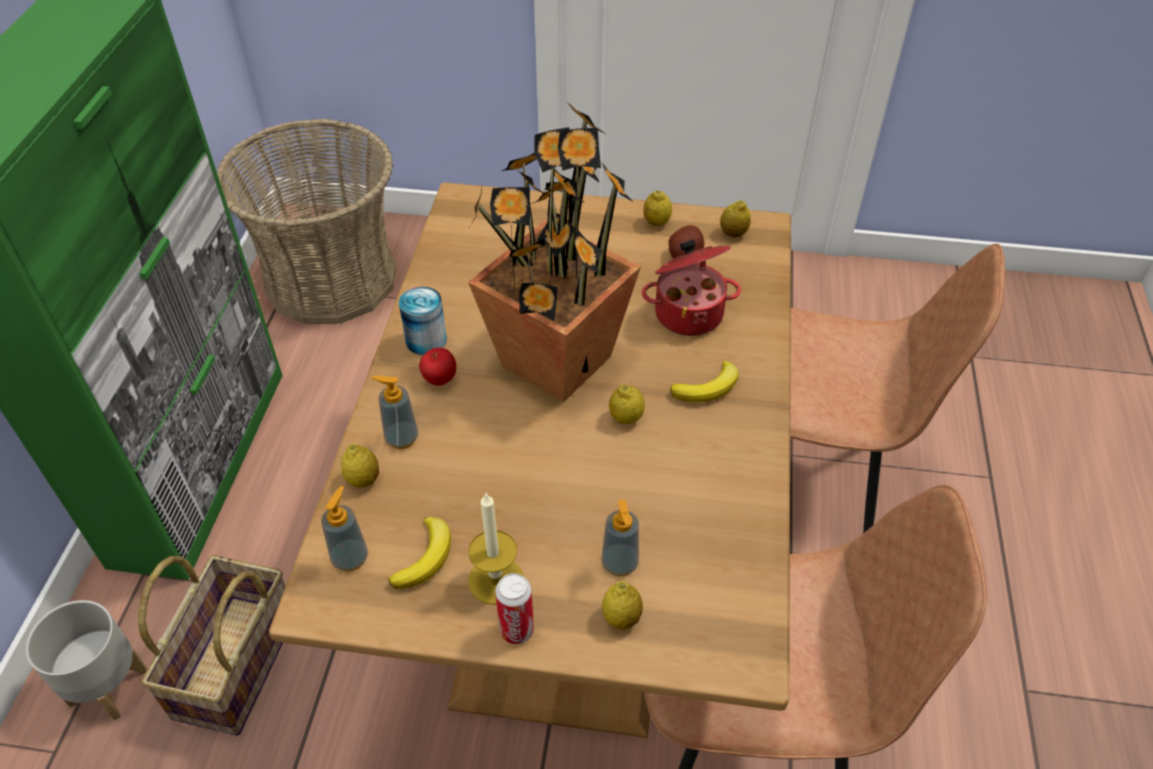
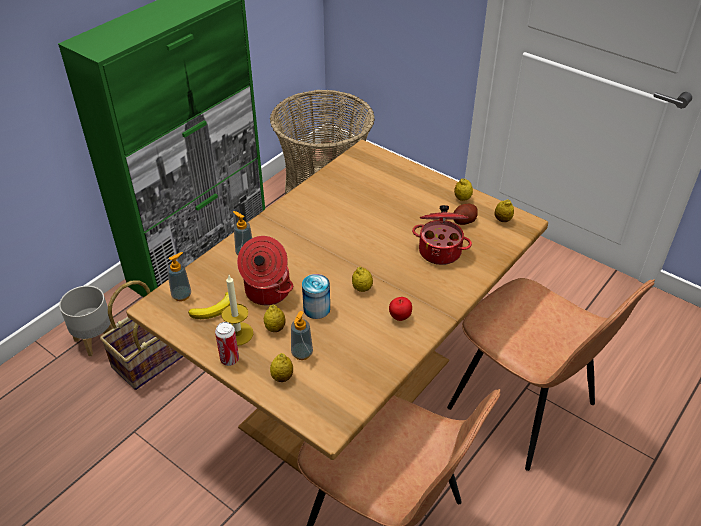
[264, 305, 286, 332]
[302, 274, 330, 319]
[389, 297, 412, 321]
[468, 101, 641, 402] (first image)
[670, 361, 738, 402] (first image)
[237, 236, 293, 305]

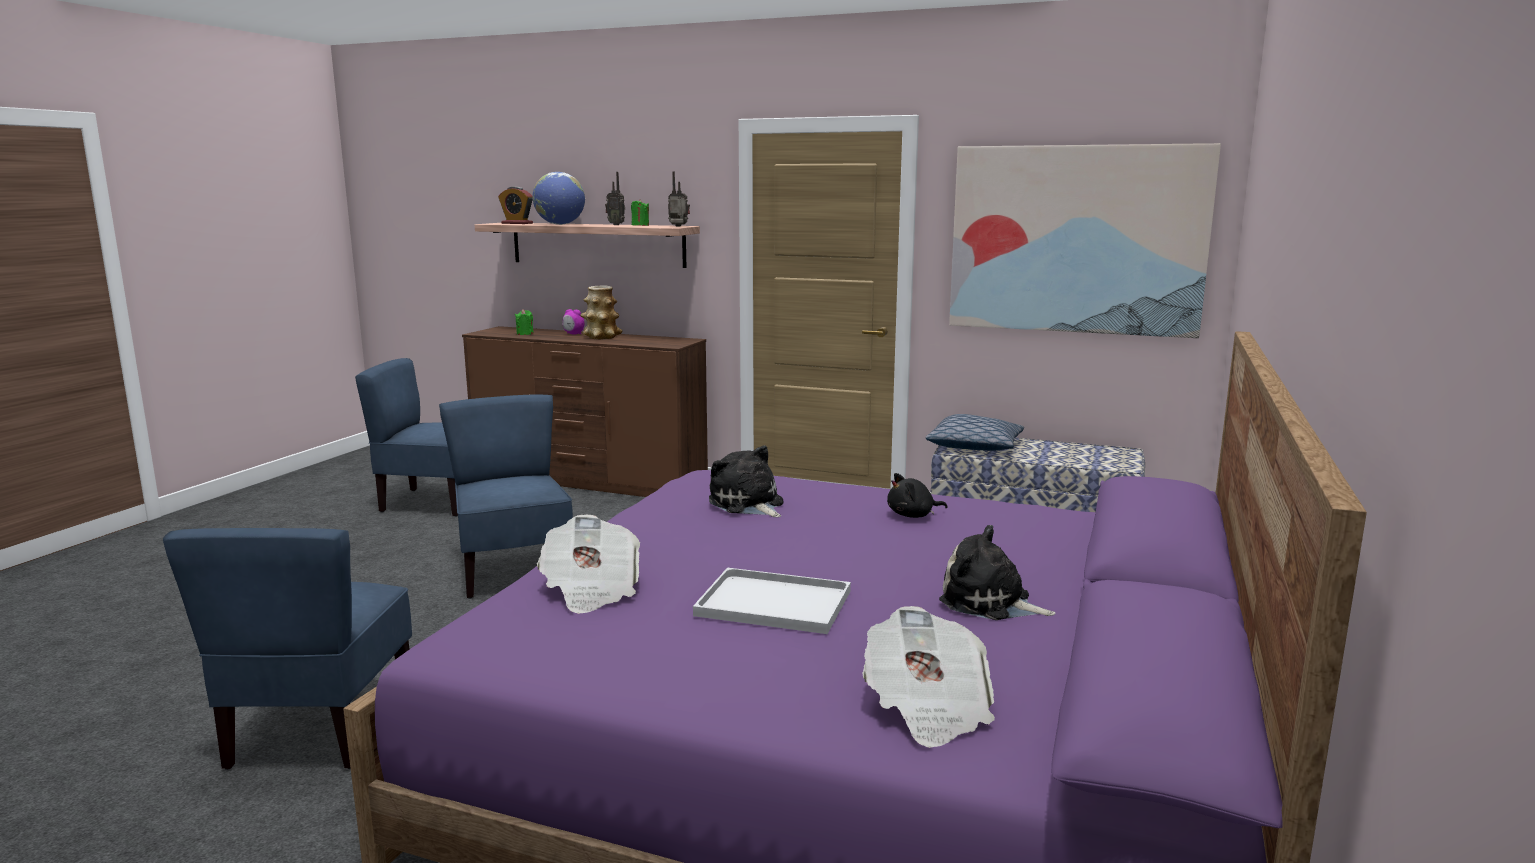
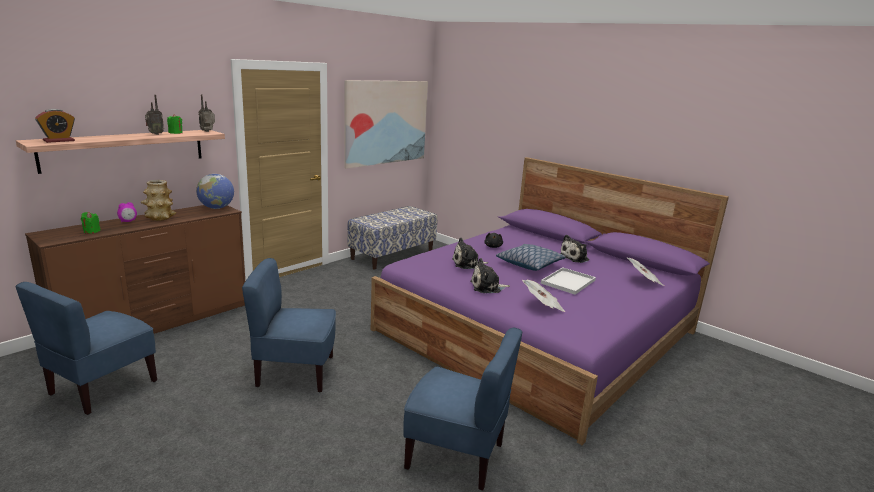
[196, 174, 234, 209]
[496, 244, 566, 271]
[470, 258, 510, 293]

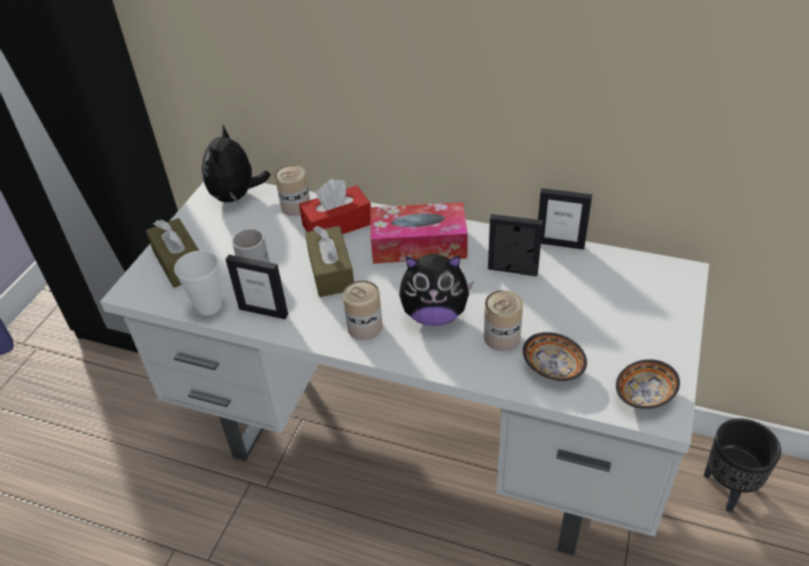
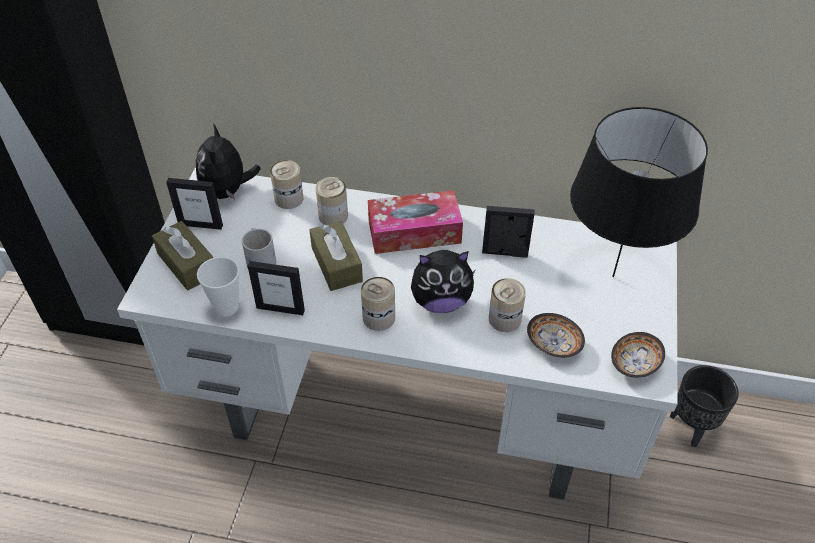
[316, 177, 348, 225]
[166, 178, 223, 230]
[570, 107, 708, 277]

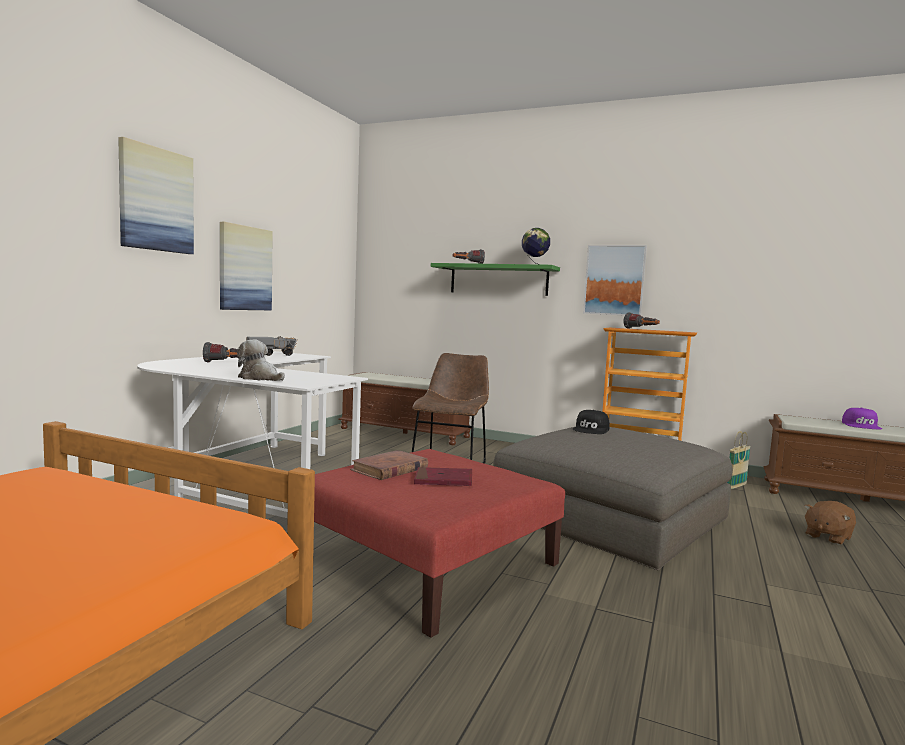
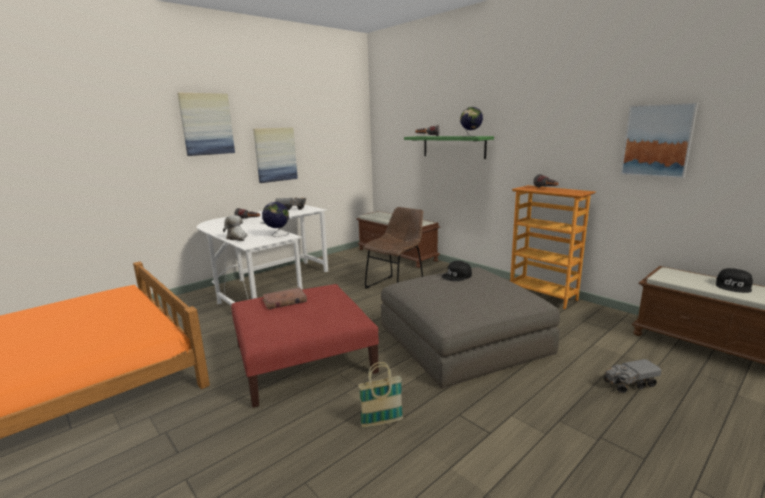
[414, 467, 472, 486] (first image)
[620, 103, 698, 178]
[358, 362, 403, 427]
[604, 359, 662, 393]
[716, 268, 753, 293]
[262, 202, 289, 237]

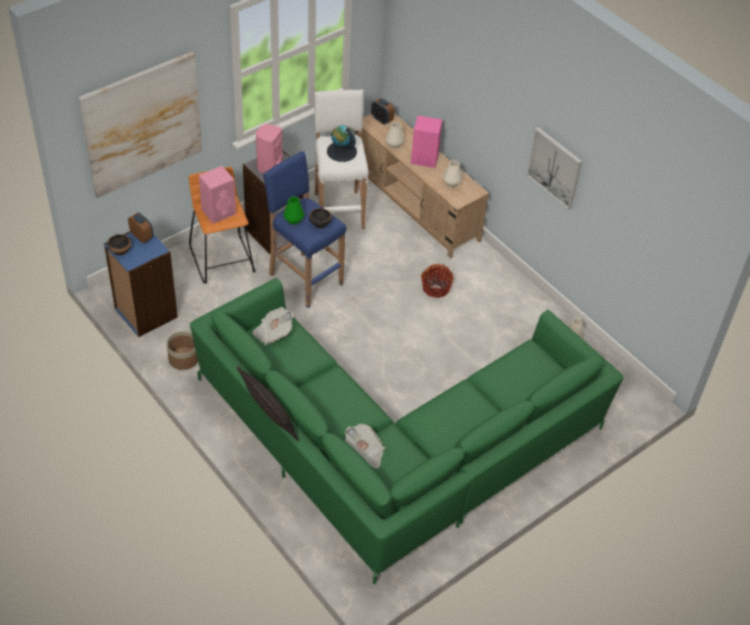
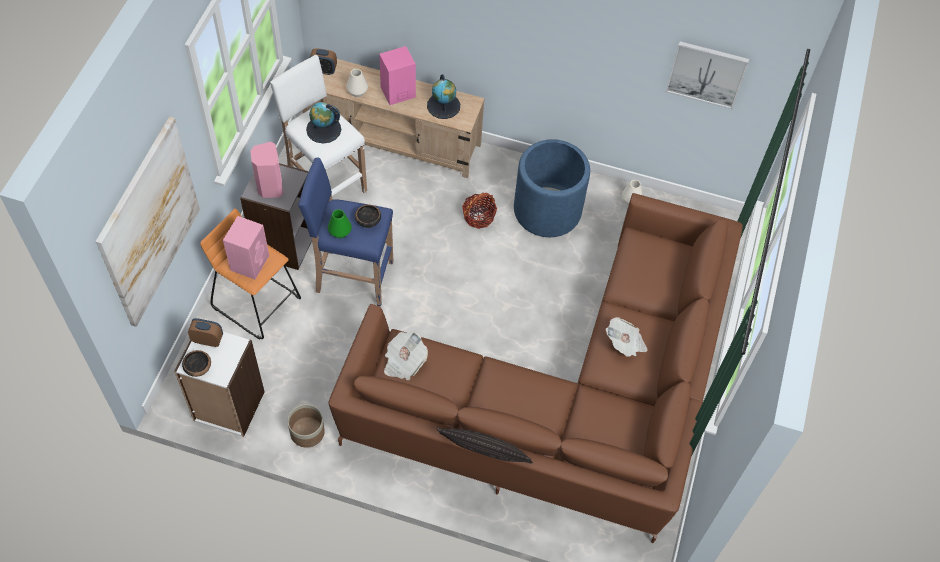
[174, 332, 265, 437]
[328, 193, 743, 543]
[606, 317, 648, 357]
[427, 74, 460, 119]
[666, 41, 749, 109]
[514, 139, 590, 237]

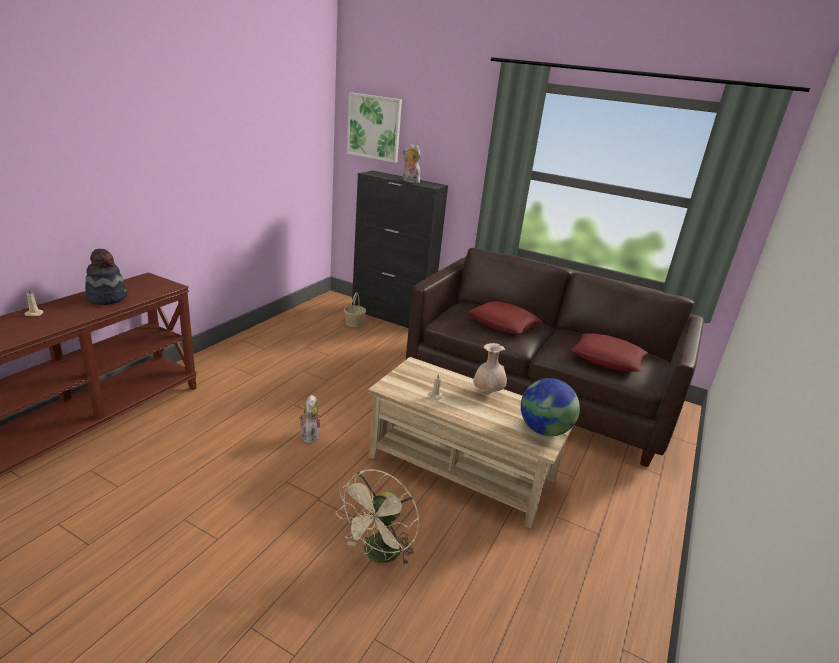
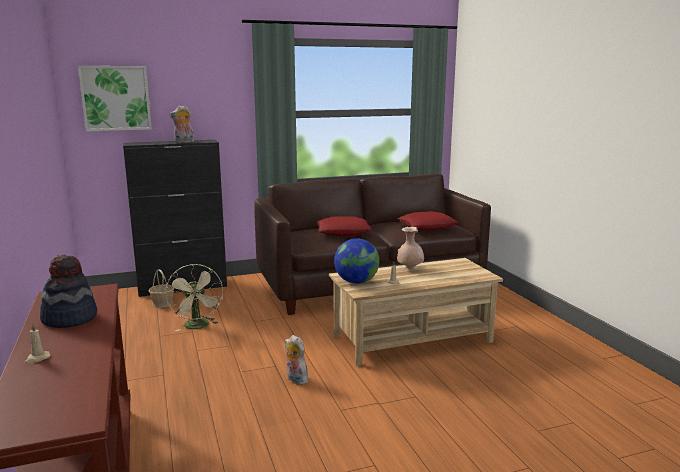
[165, 264, 223, 331]
[334, 238, 379, 284]

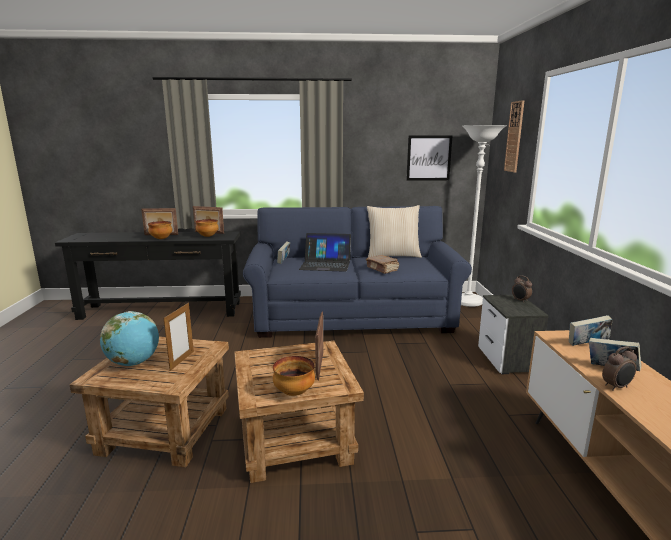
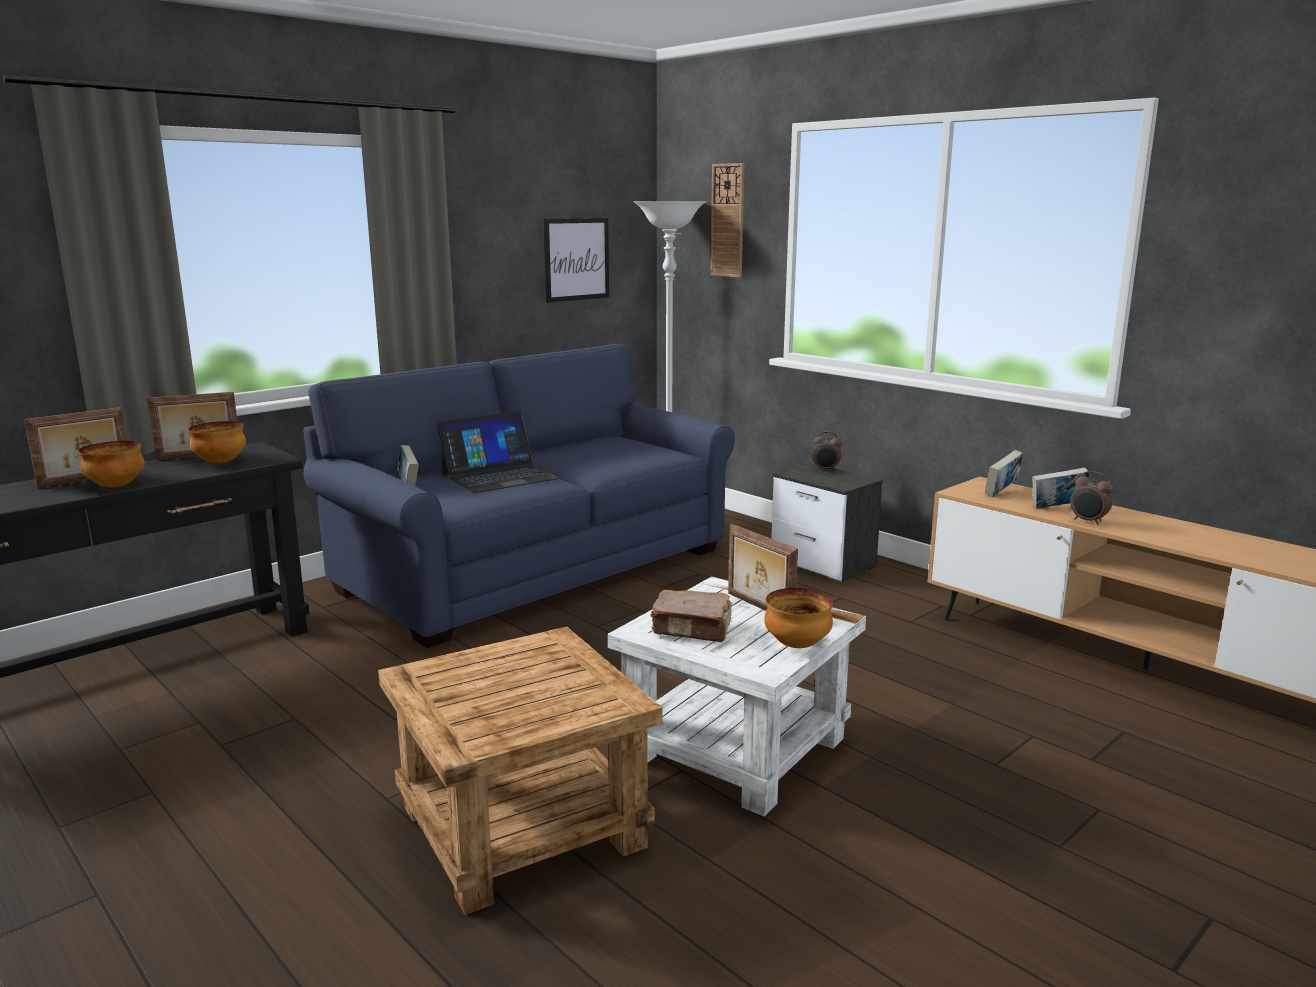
[100, 311, 159, 366] (first image)
[164, 303, 194, 371] (first image)
[608, 577, 866, 817]
[650, 590, 732, 642]
[367, 205, 422, 258] (first image)
[1070, 471, 1113, 525]

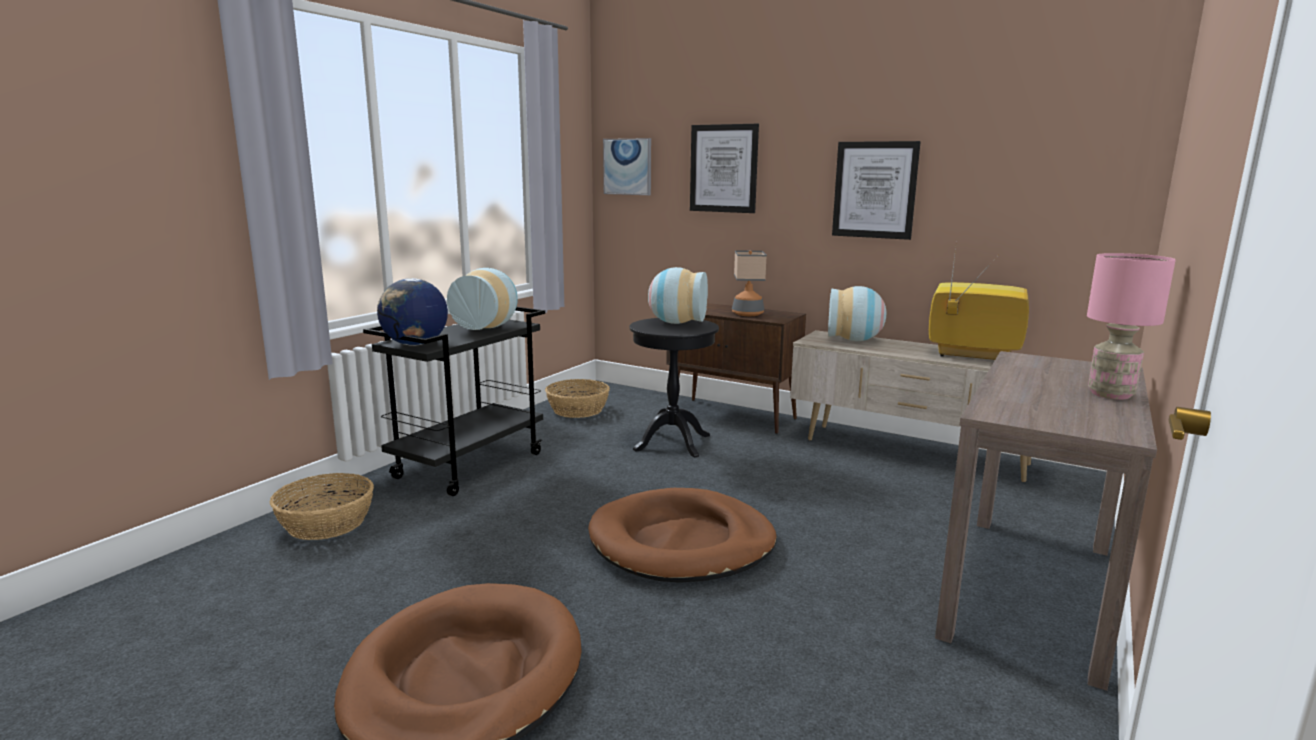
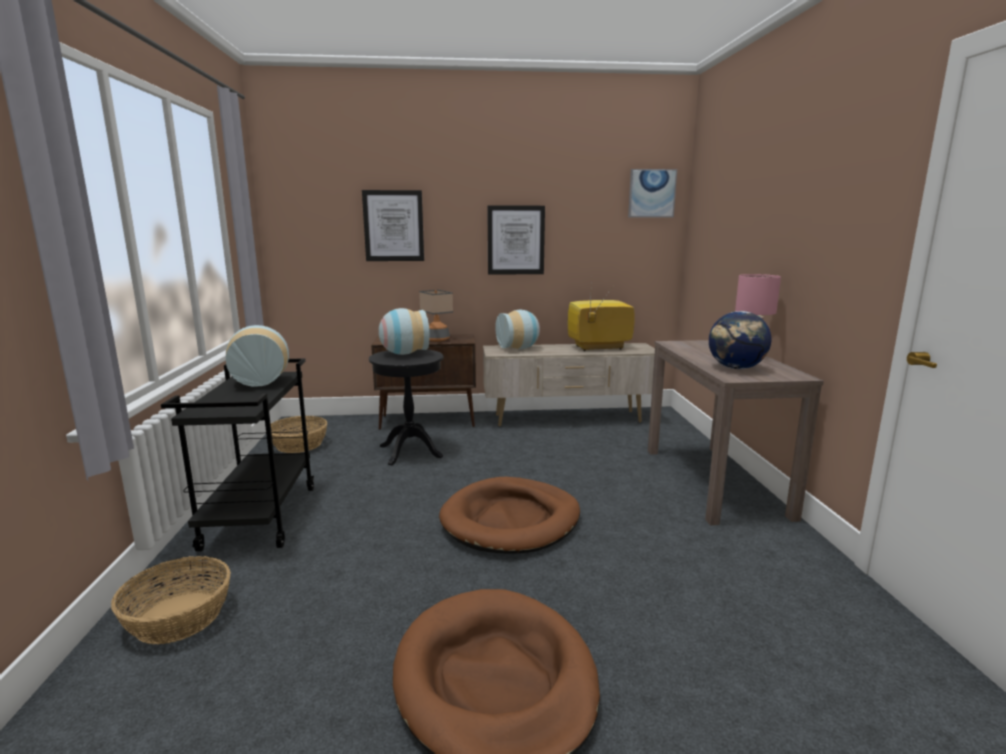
[709, 311, 771, 369]
[628, 169, 677, 218]

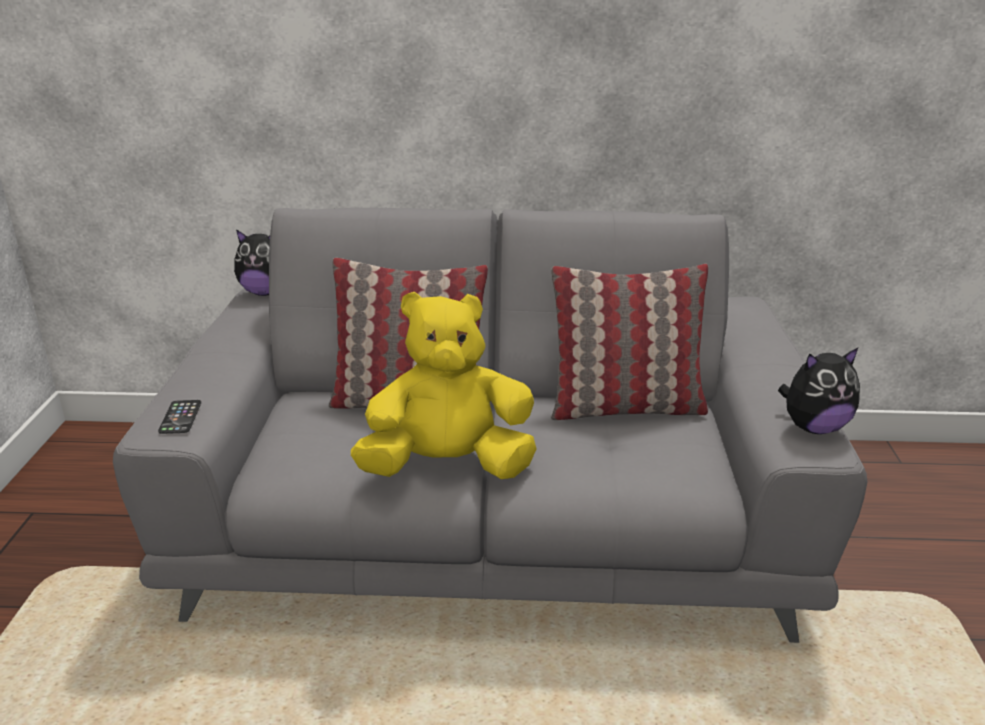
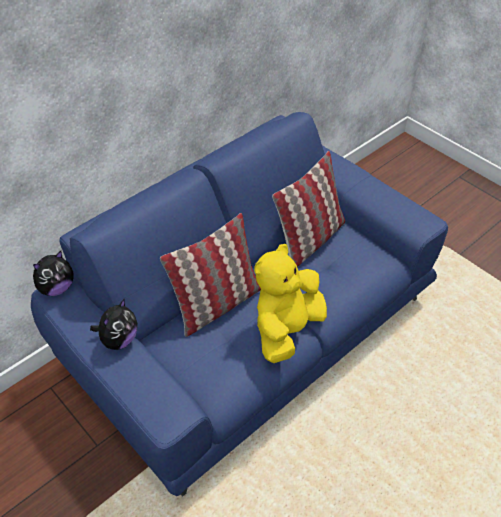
[31, 112, 448, 497]
[158, 400, 201, 434] (first image)
[90, 298, 138, 350]

